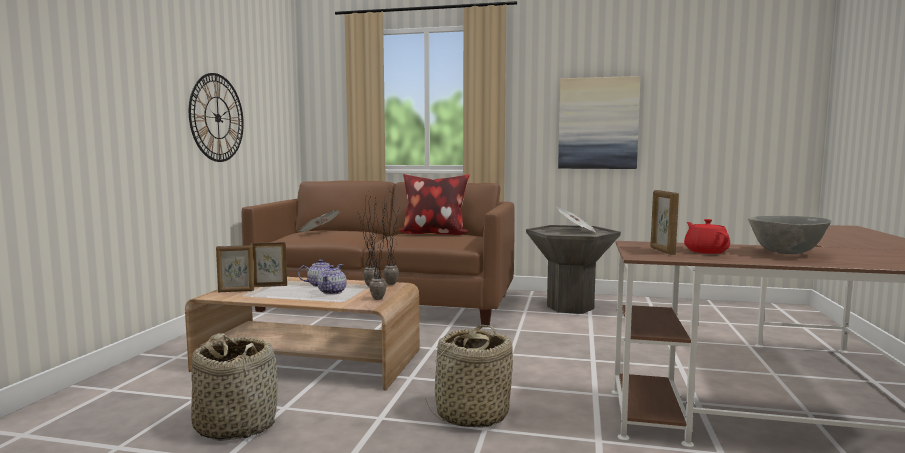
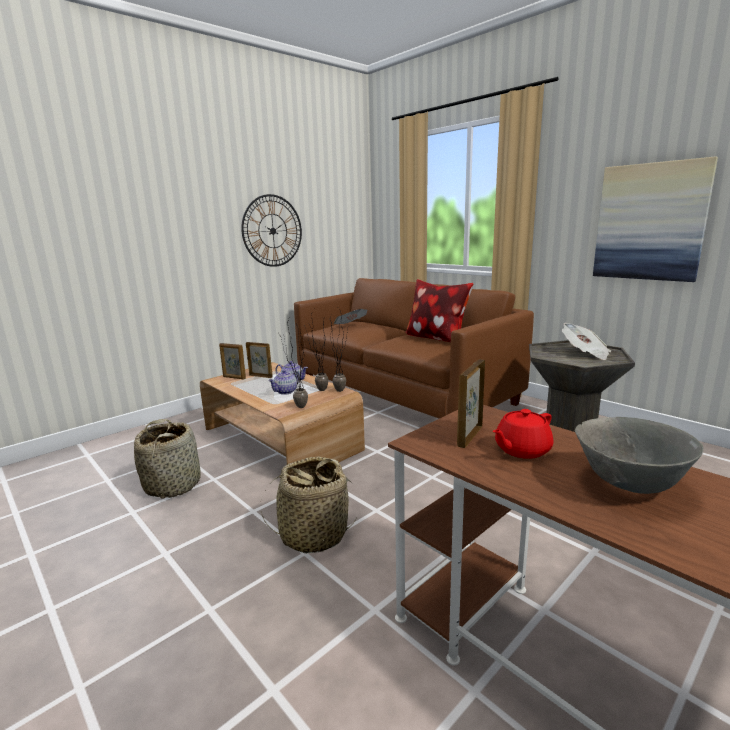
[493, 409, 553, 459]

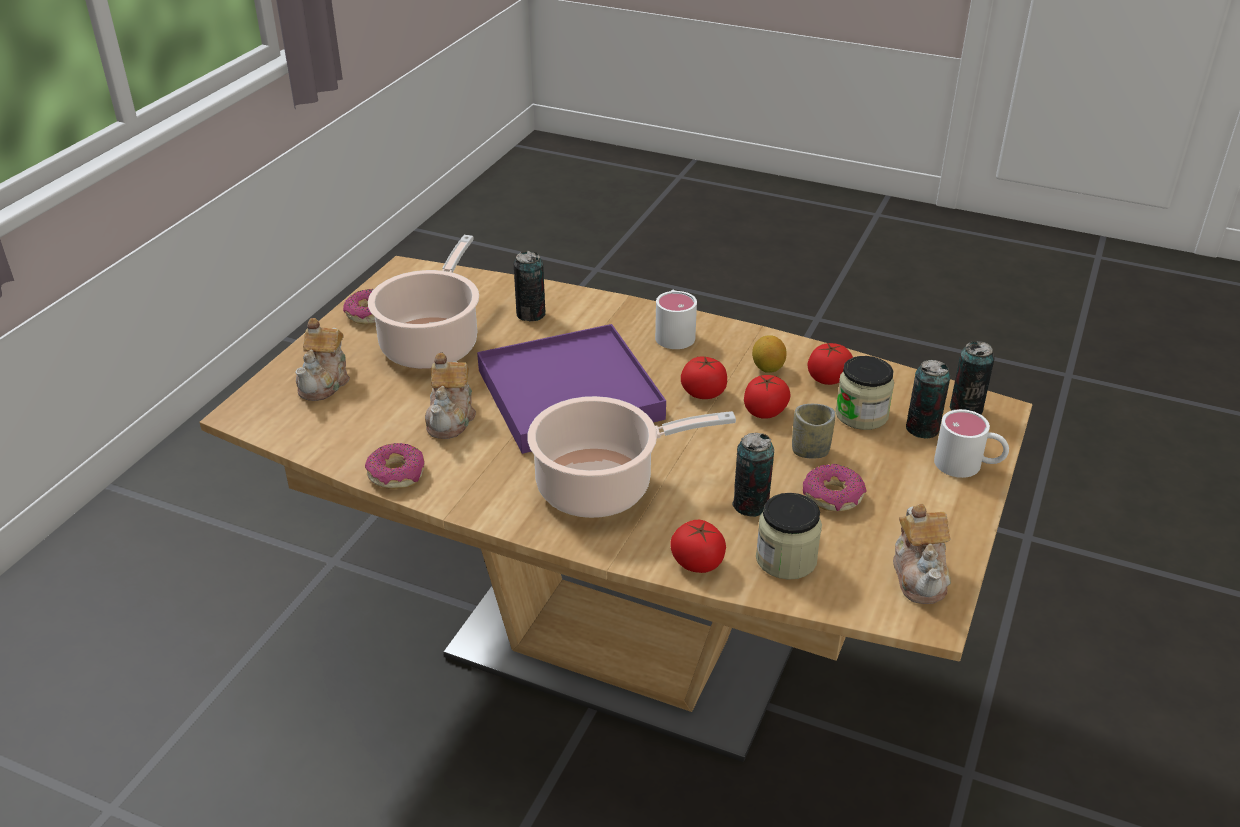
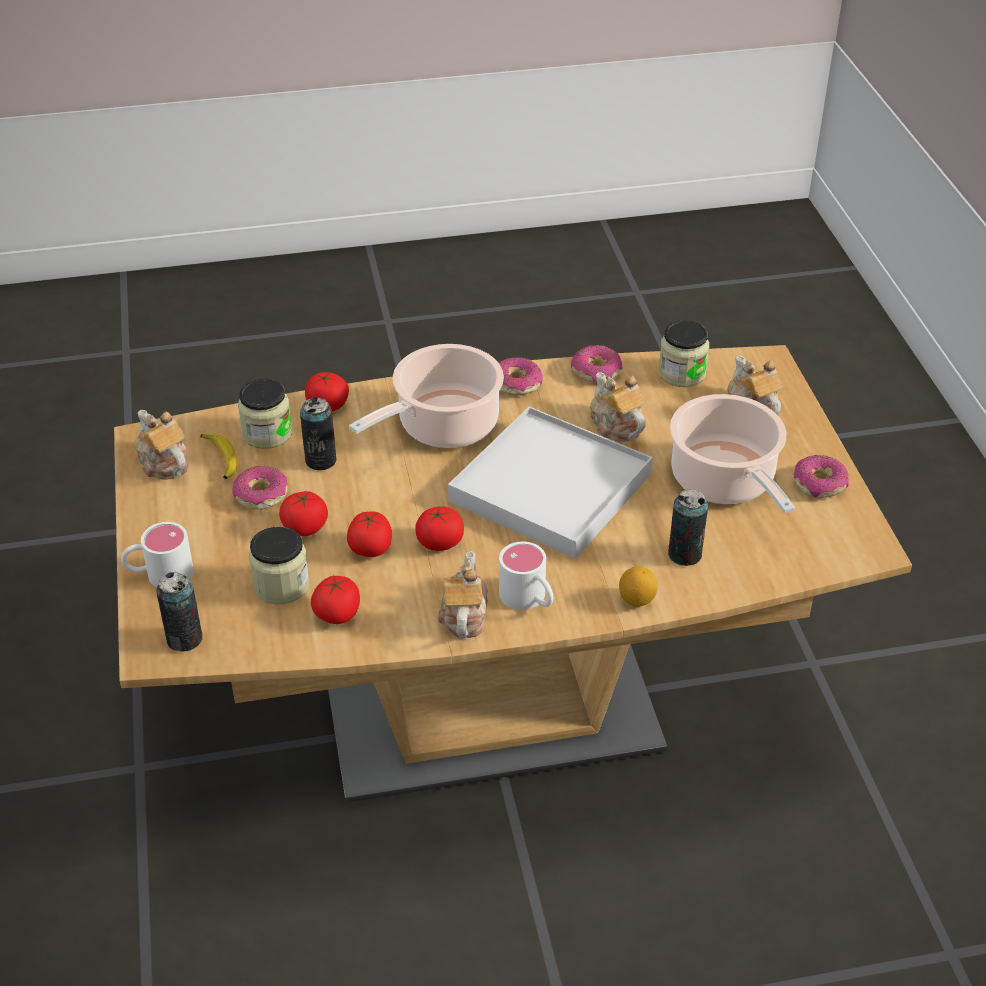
[448, 406, 653, 559]
[619, 566, 658, 607]
[279, 491, 328, 536]
[906, 360, 950, 439] (first image)
[200, 434, 237, 479]
[438, 551, 488, 638]
[499, 357, 543, 395]
[658, 320, 709, 387]

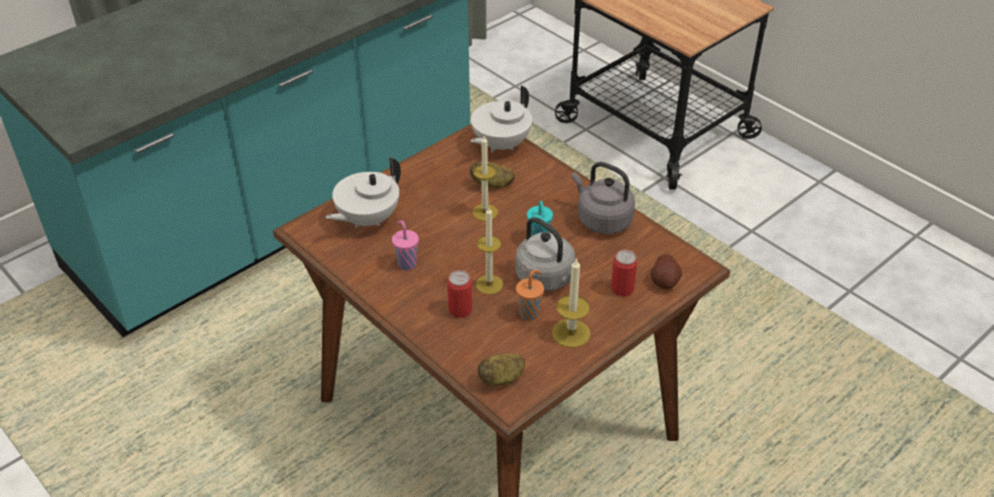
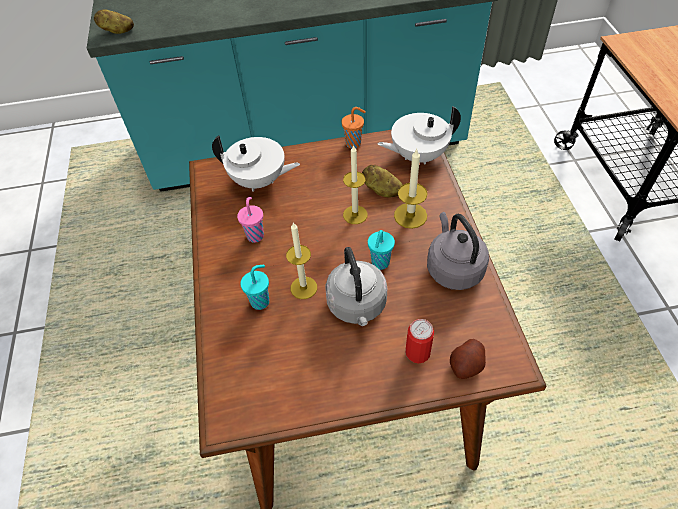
[212, 135, 300, 192]
[241, 265, 269, 310]
[94, 9, 134, 34]
[342, 107, 366, 149]
[394, 149, 428, 229]

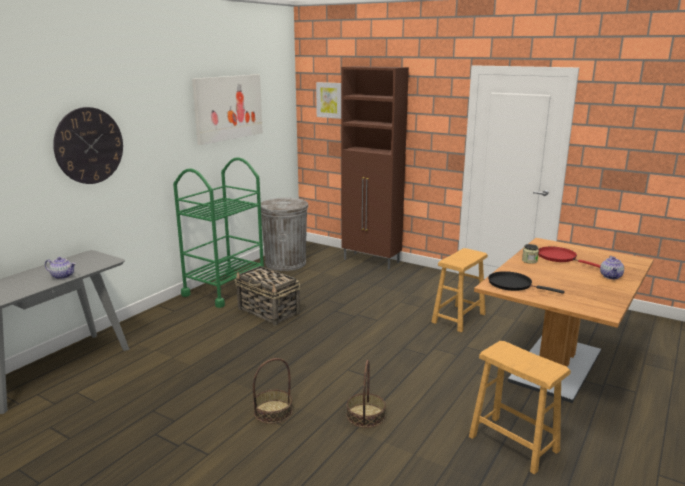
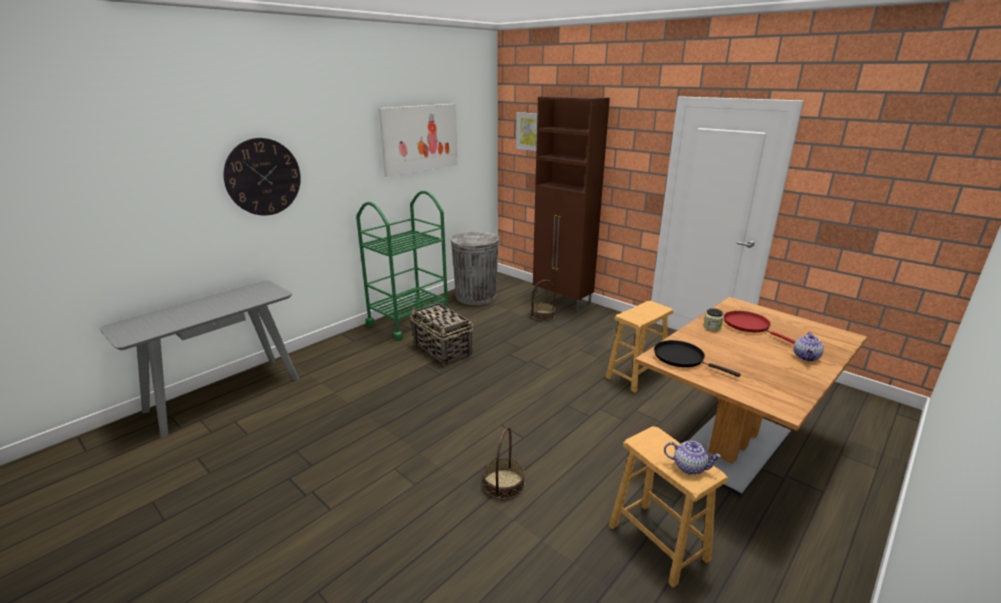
[664, 441, 722, 475]
[531, 280, 556, 321]

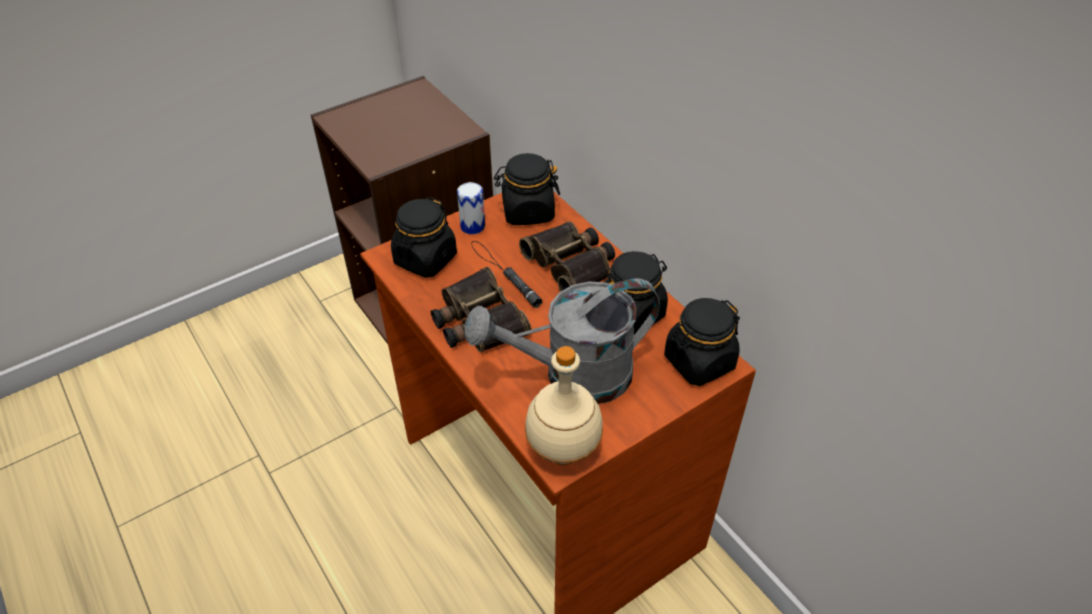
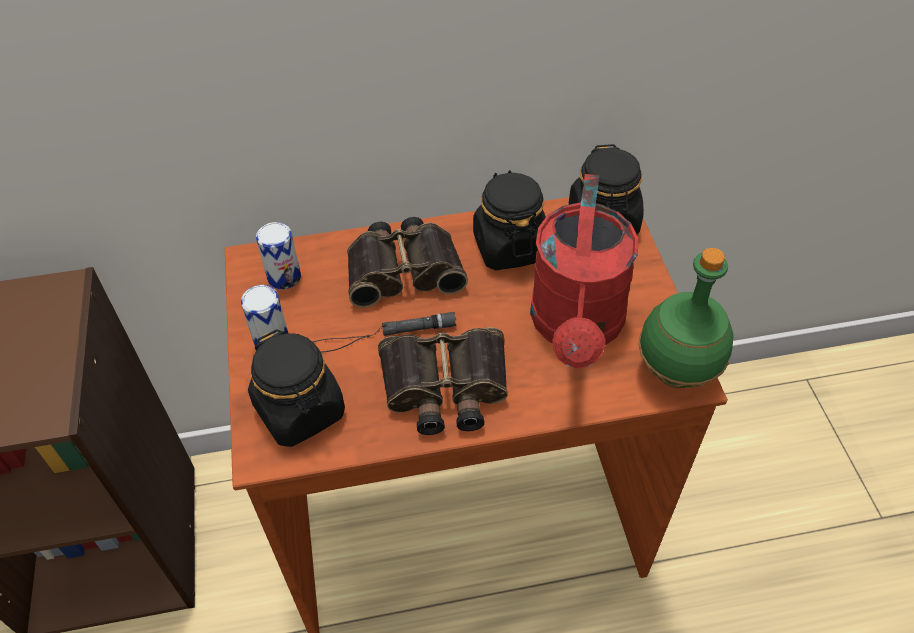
[530, 174, 638, 368]
[256, 222, 301, 290]
[638, 248, 734, 388]

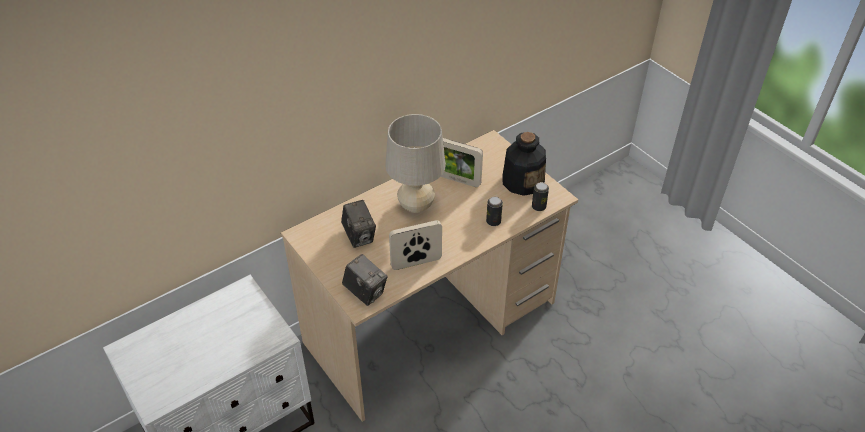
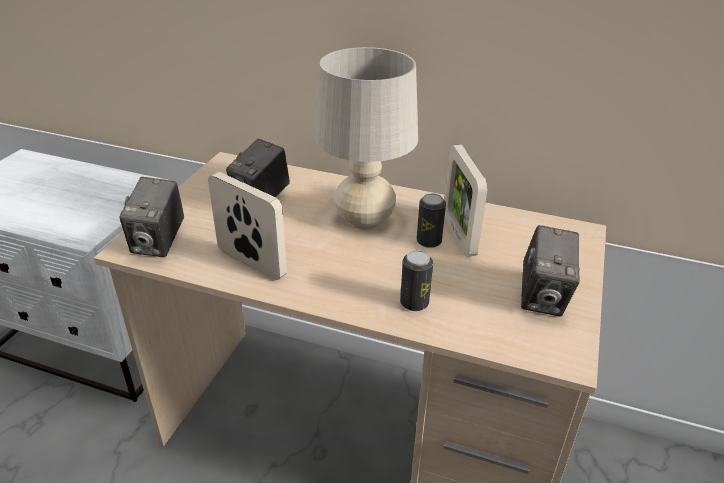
[521, 225, 580, 316]
[417, 194, 446, 248]

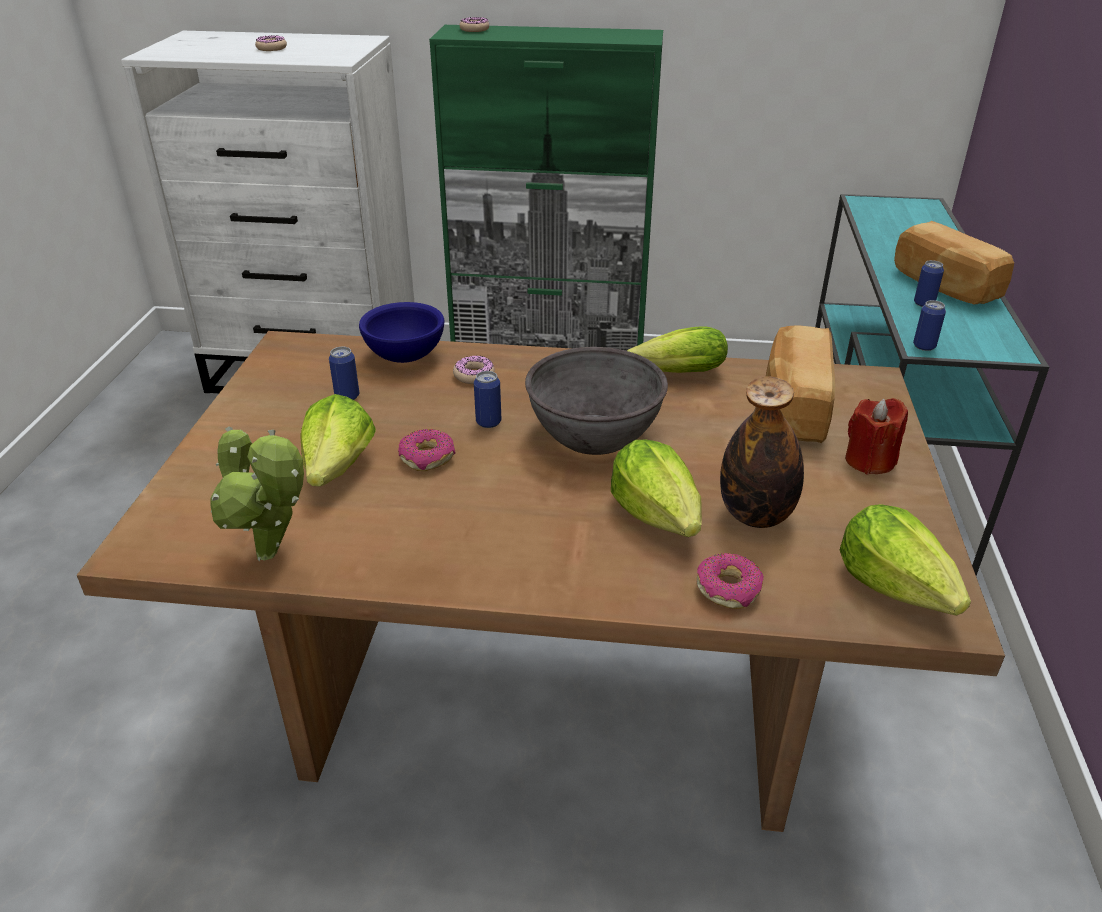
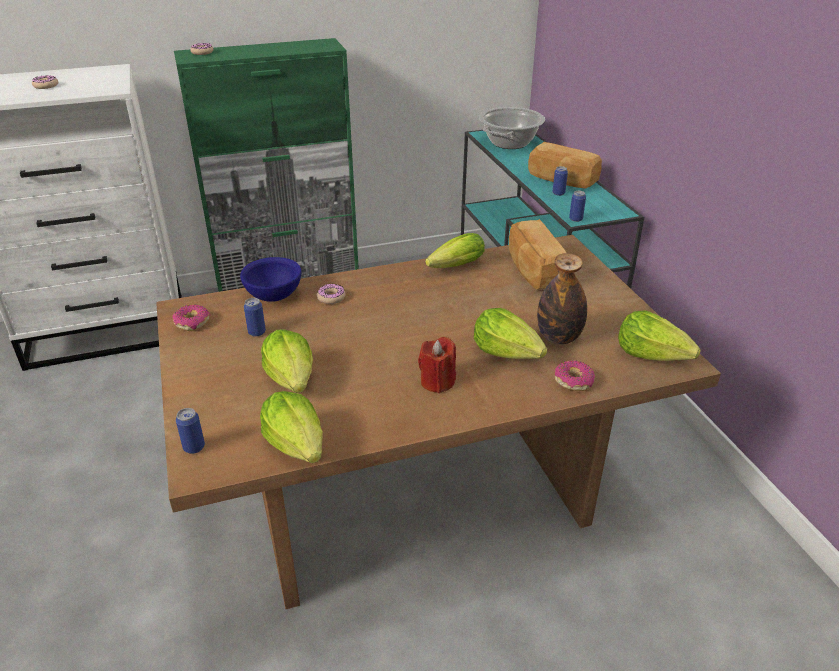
[260, 391, 323, 463]
[173, 304, 211, 331]
[176, 408, 205, 454]
[525, 347, 668, 455] (first image)
[418, 337, 456, 393]
[479, 107, 545, 149]

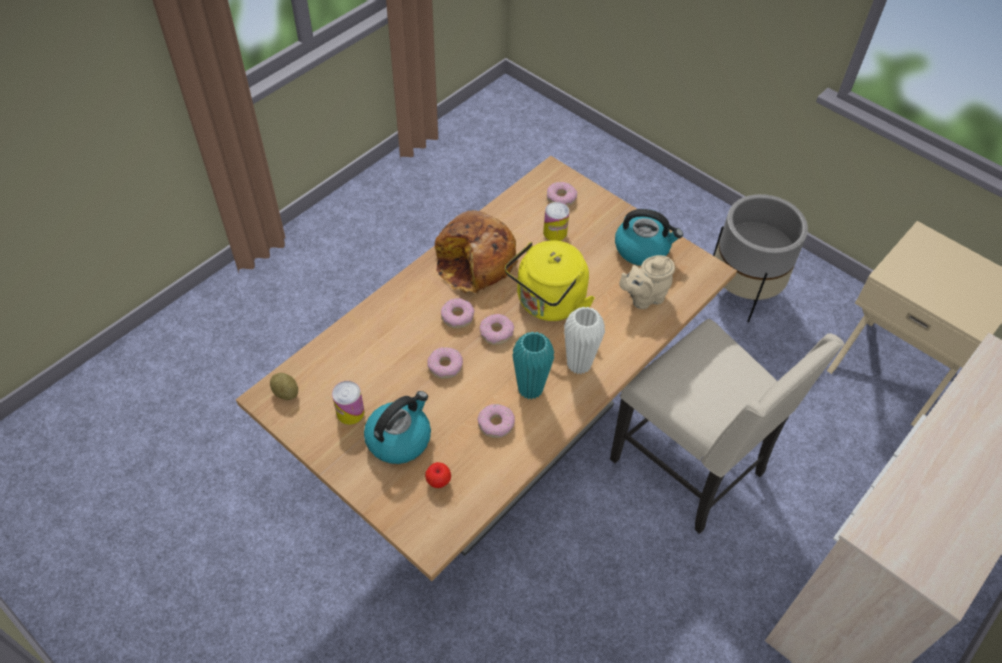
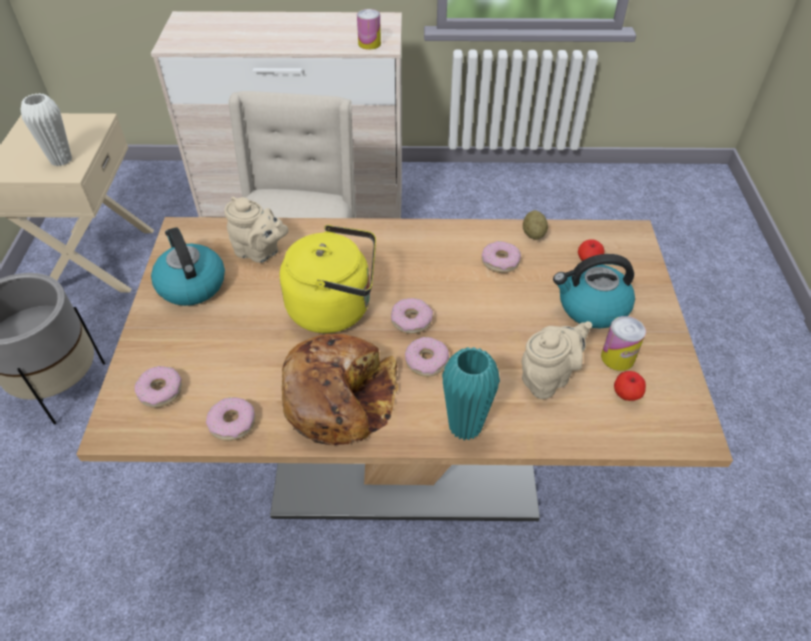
[523, 210, 548, 240]
[206, 397, 255, 441]
[442, 347, 500, 440]
[357, 9, 381, 50]
[21, 93, 72, 166]
[522, 321, 592, 399]
[614, 371, 646, 401]

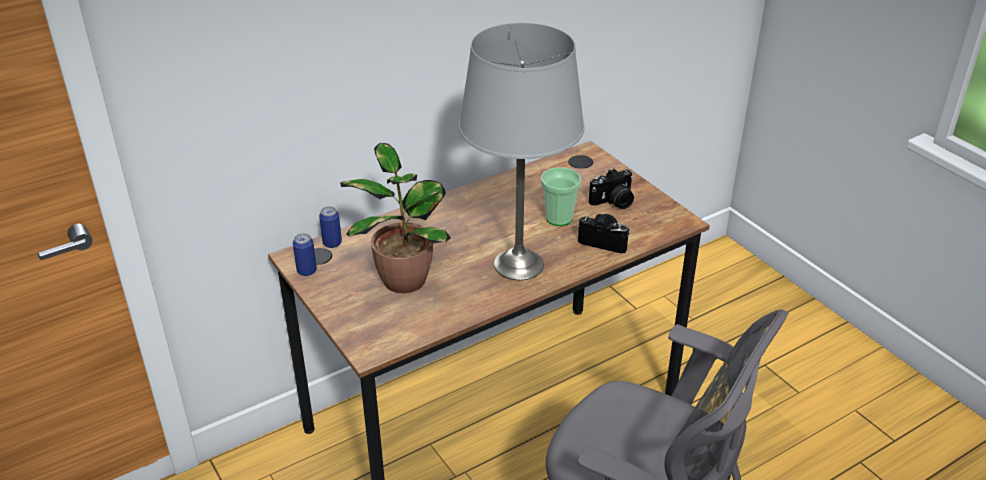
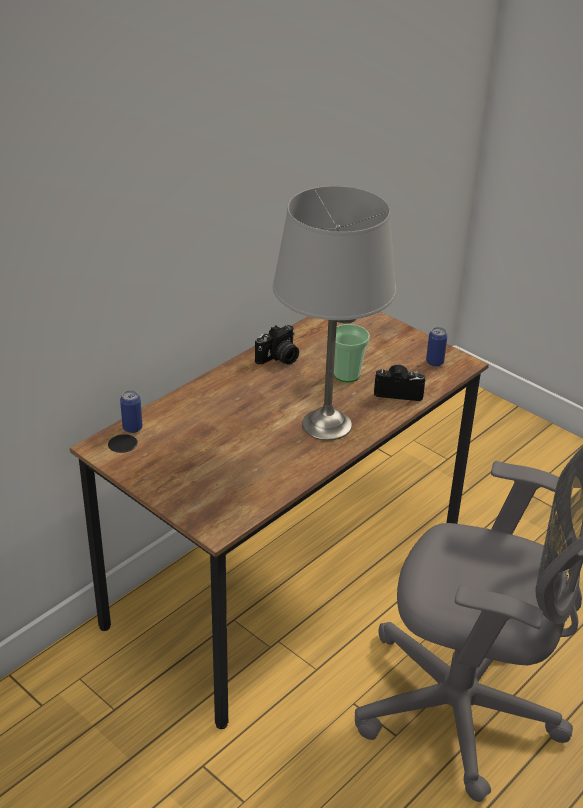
[426, 327, 447, 367]
[340, 143, 451, 293] (first image)
[255, 325, 299, 365]

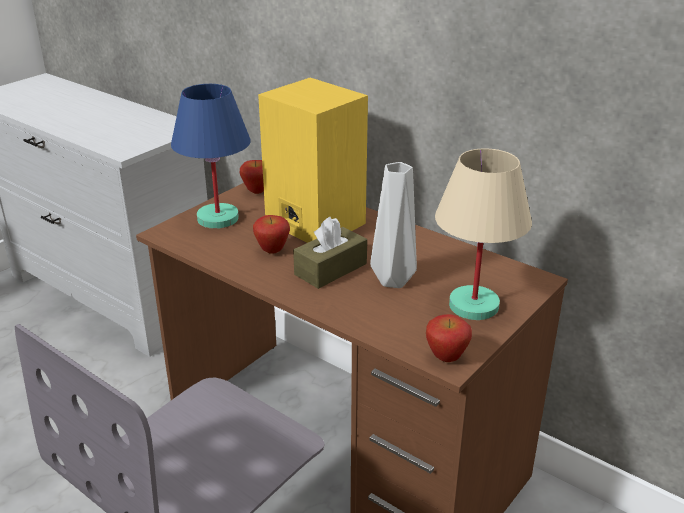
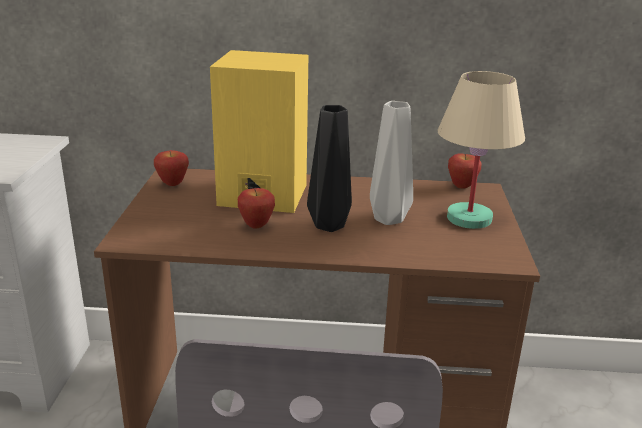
[171, 84, 251, 229] (first image)
[307, 105, 352, 232]
[448, 154, 482, 188]

